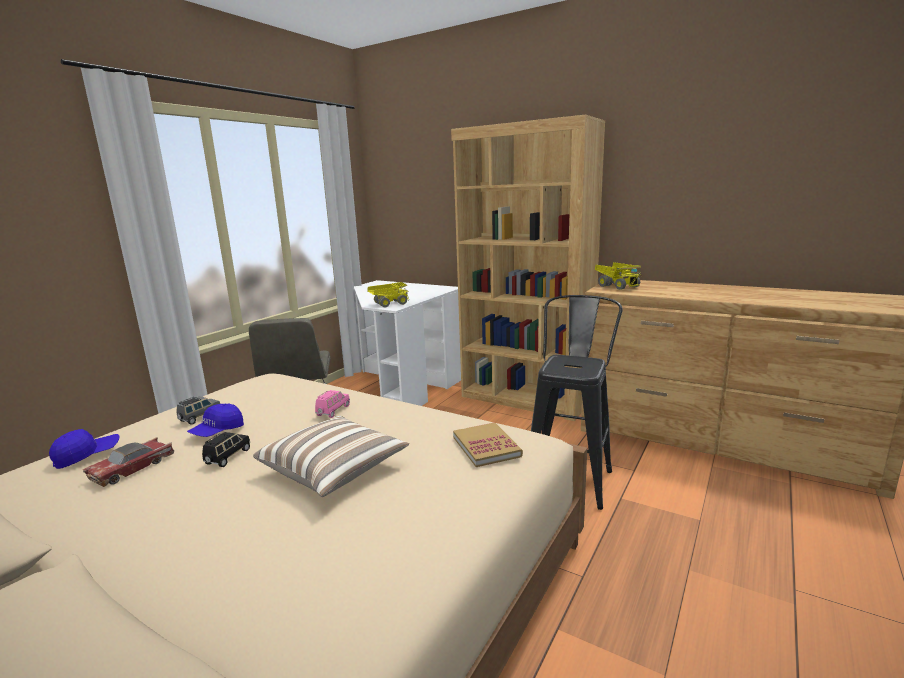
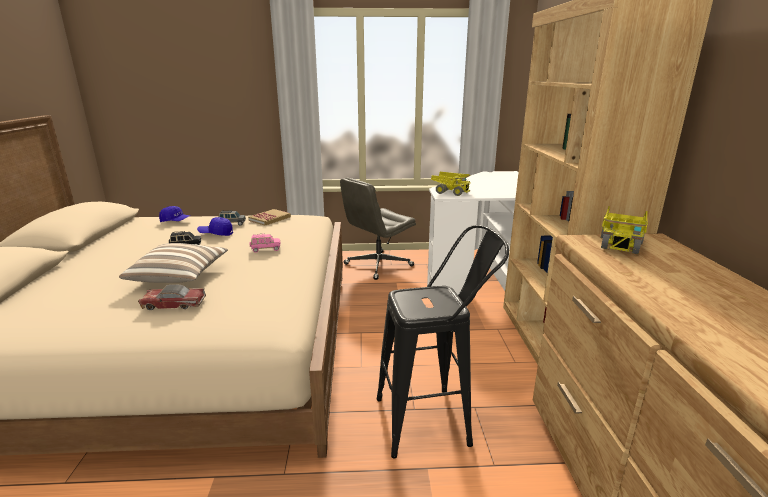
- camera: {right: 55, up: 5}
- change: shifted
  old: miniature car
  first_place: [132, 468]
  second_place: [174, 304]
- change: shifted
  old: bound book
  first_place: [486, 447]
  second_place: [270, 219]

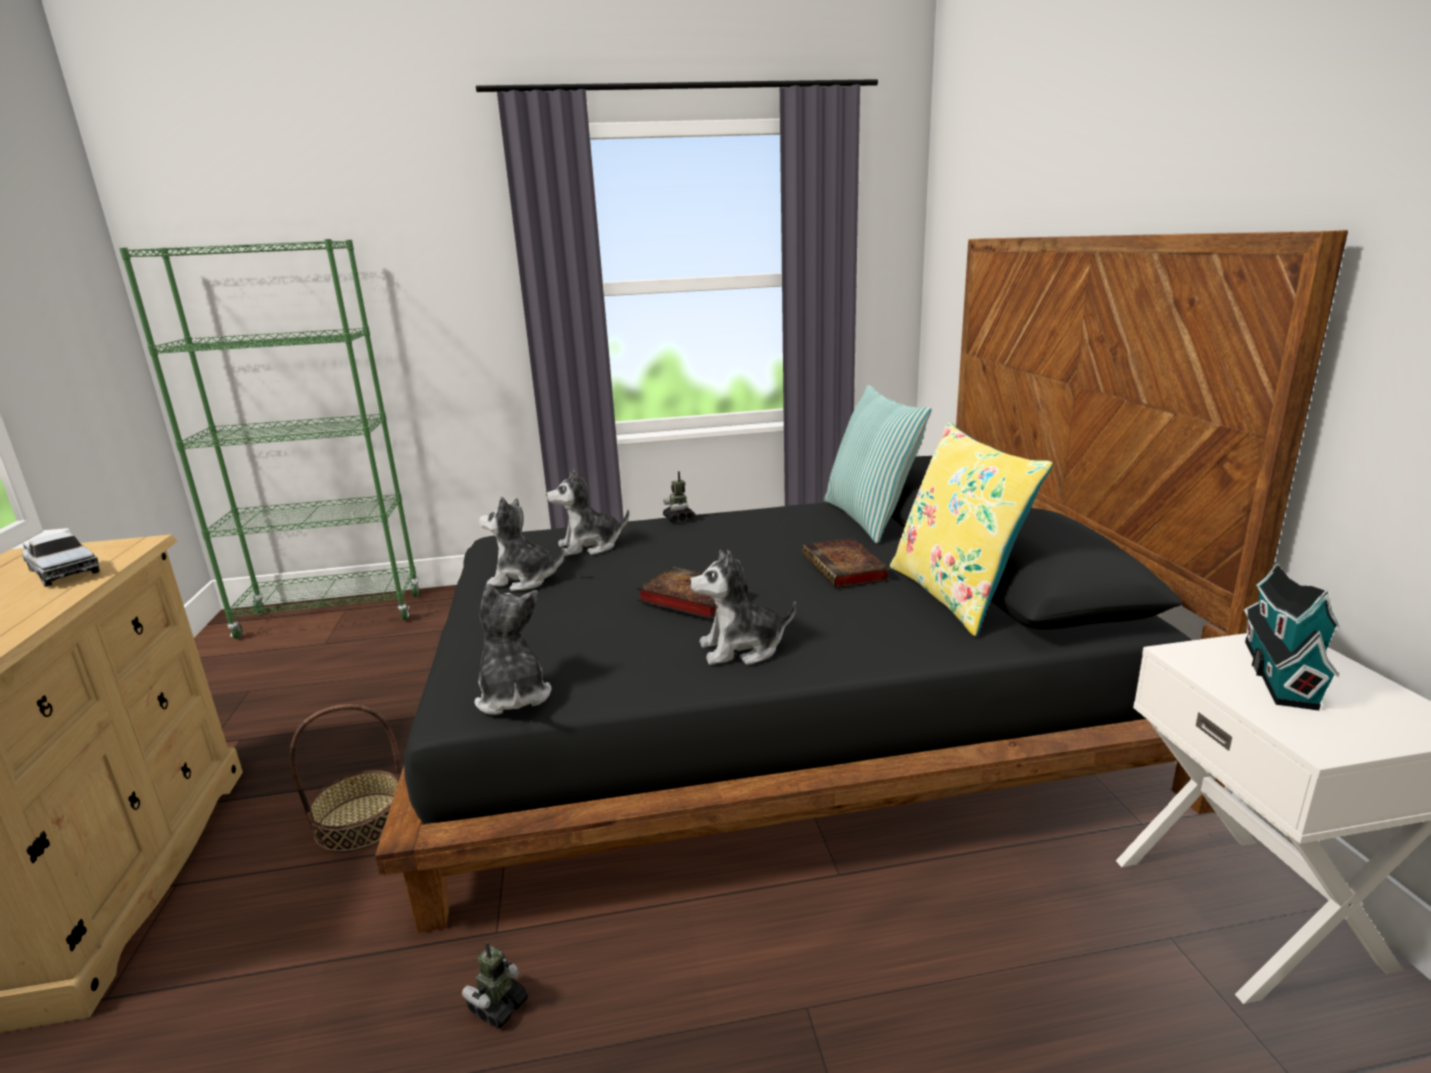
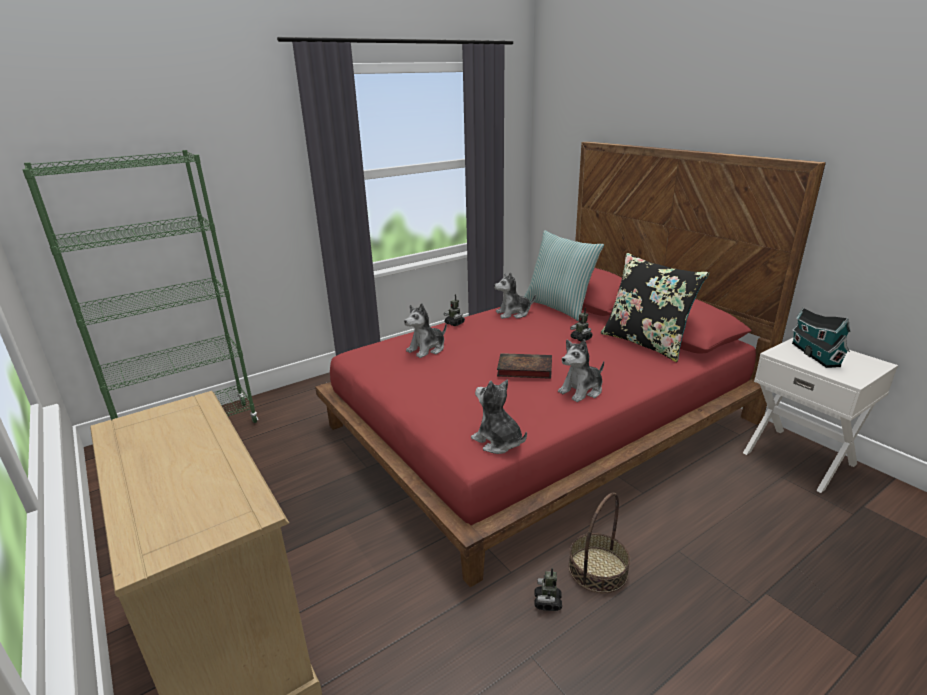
- camera: {right: -25, up: 5}
- change: gone
  old: toy lorry
  first_place: [62, 571]
- change: shifted
  old: storage basket
  first_place: [361, 822]
  second_place: [598, 569]
- change: repainted
  old: black-coloured sleeping bed
  new: red-coloured sleeping bed
  first_place: [769, 709]
  second_place: [540, 423]
- change: shifted
  old: cuddly toy
  first_place: [524, 580]
  second_place: [513, 313]
- change: swapped
  old: bound book
  new: toy robot
  first_place: [846, 569]
  second_place: [581, 338]
- change: repainted
  old: yellow cushion
  new: black-coloured cushion
  first_place: [955, 594]
  second_place: [646, 343]

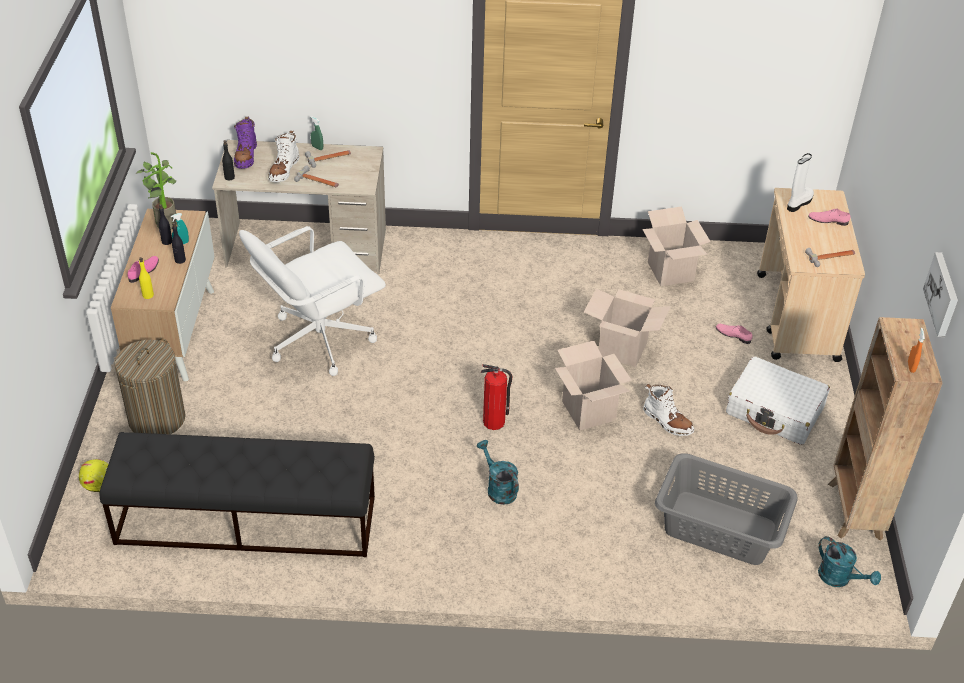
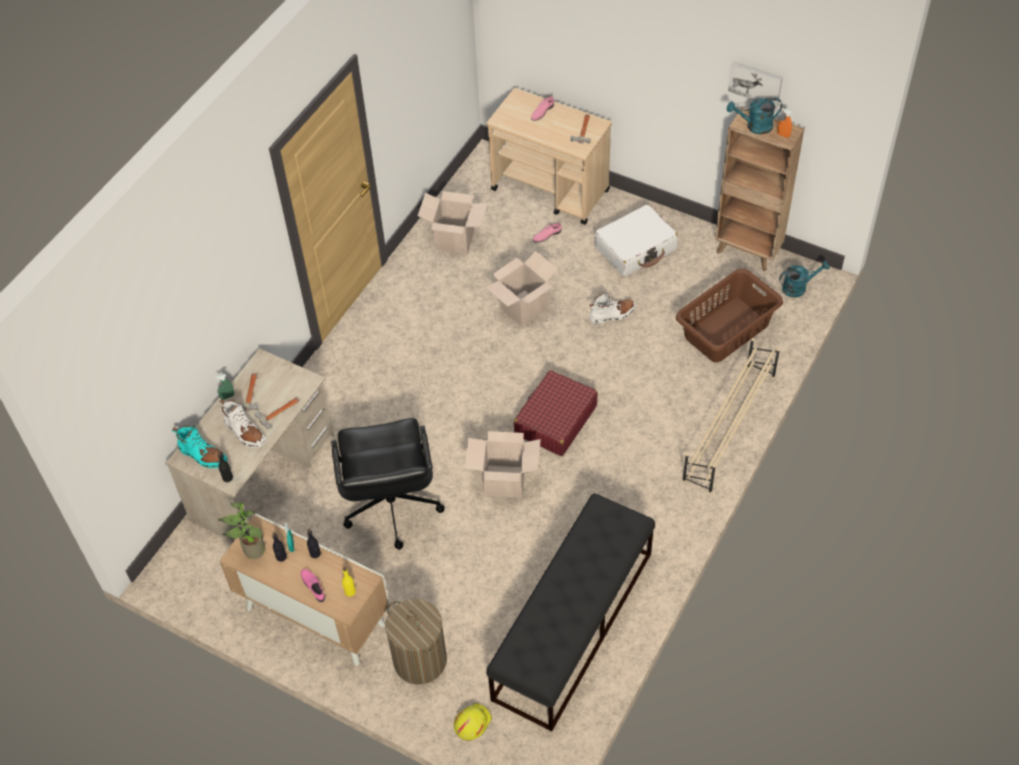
- camera: {right: -60, up: 10}
- change: repainted
  old: purple tall boot
  new: turquoise-coloured tall boot
  first_place: [246, 156]
  second_place: [203, 455]
- change: repainted
  old: white-coloured desk chair
  new: black-coloured desk chair
  first_place: [319, 340]
  second_place: [391, 507]
- change: shifted
  old: turquoise-coloured watering pot
  first_place: [498, 488]
  second_place: [754, 126]
- change: swapped
  old: fire-fighting cylinder
  new: red-coloured piece of luggage
  first_place: [494, 422]
  second_place: [555, 420]
- change: shifted
  old: packing box
  first_place: [588, 411]
  second_place: [504, 481]
- change: repainted
  old: gray washing basket
  new: brown washing basket
  first_place: [720, 529]
  second_place: [727, 330]
- change: gone
  old: white-coloured tall boot
  first_place: [799, 203]
- change: new
  new: sand-coloured shoe stand
  second_place: [728, 428]

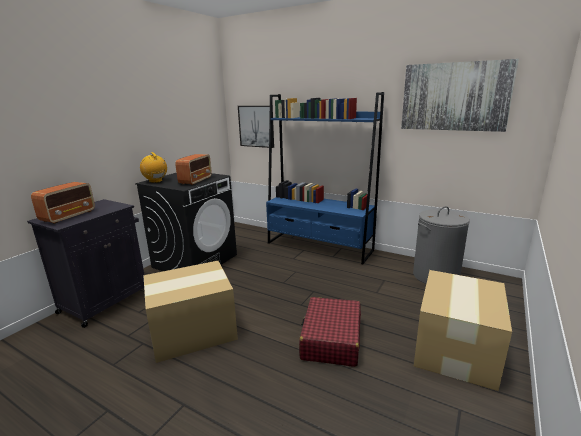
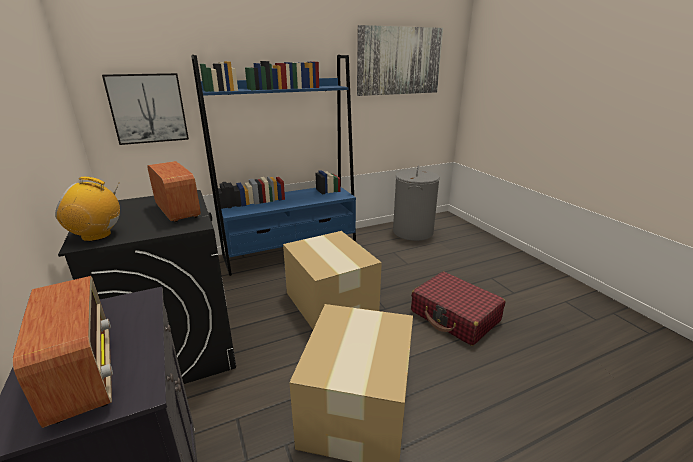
- camera: {right: -55, up: 5}
- change: shifted
  old: packing box
  first_place: [456, 348]
  second_place: [331, 302]

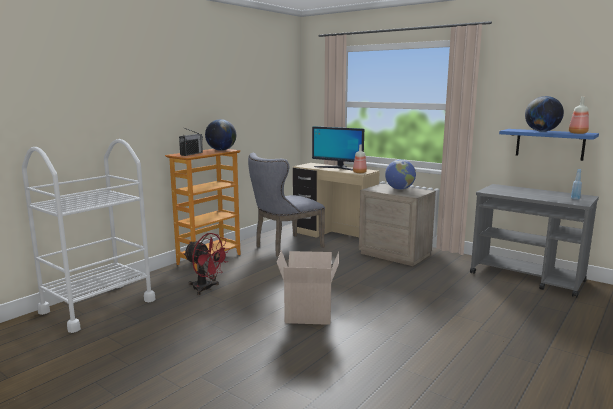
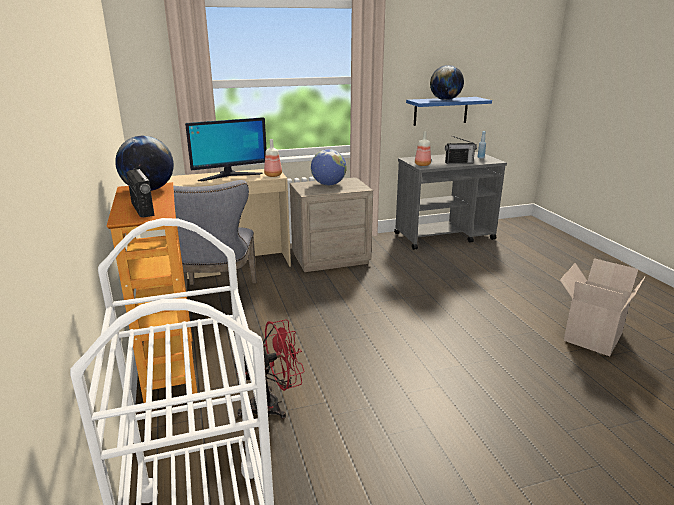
- camera: {right: -55, up: 10}
- change: shifted
  old: packing box
  first_place: [309, 314]
  second_place: [591, 336]
- change: shifted
  old: drink bottle
  first_place: [577, 133]
  second_place: [422, 165]
- change: new
  new: radio receiver
  second_place: [459, 163]

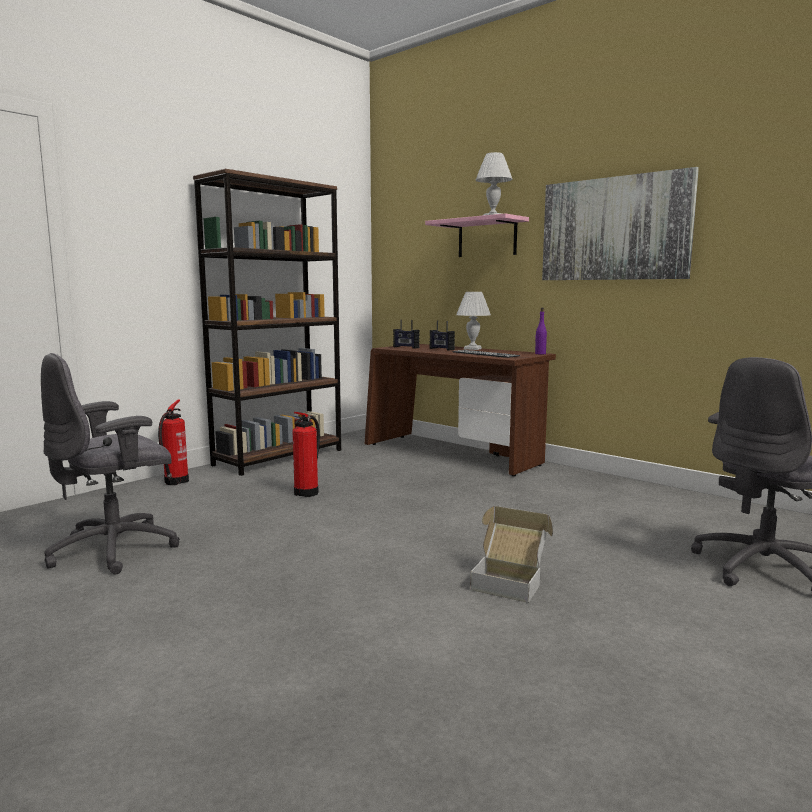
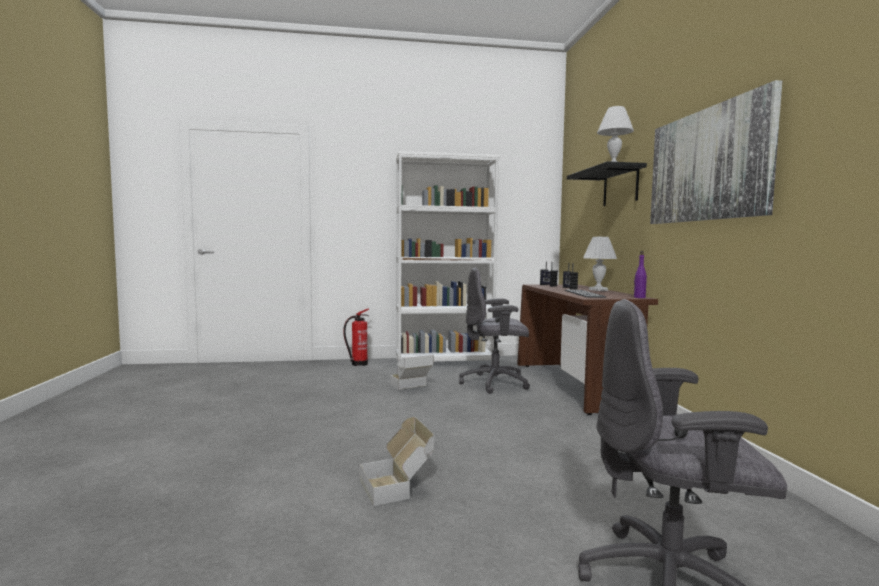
- camera: {right: 40, up: -5}
- change: shifted
  old: gray desk chair
  first_place: [116, 549]
  second_place: [495, 383]
- change: repainted
  old: brown bookshelf
  new: white-coloured bookshelf
  first_place: [279, 457]
  second_place: [444, 362]
- change: swapped
  old: fire-fighting cylinder
  new: packing box
  first_place: [308, 492]
  second_place: [411, 387]
- change: repainted
  old: pinkish shelf
  new: black-coloured shelf
  first_place: [487, 238]
  second_place: [620, 187]

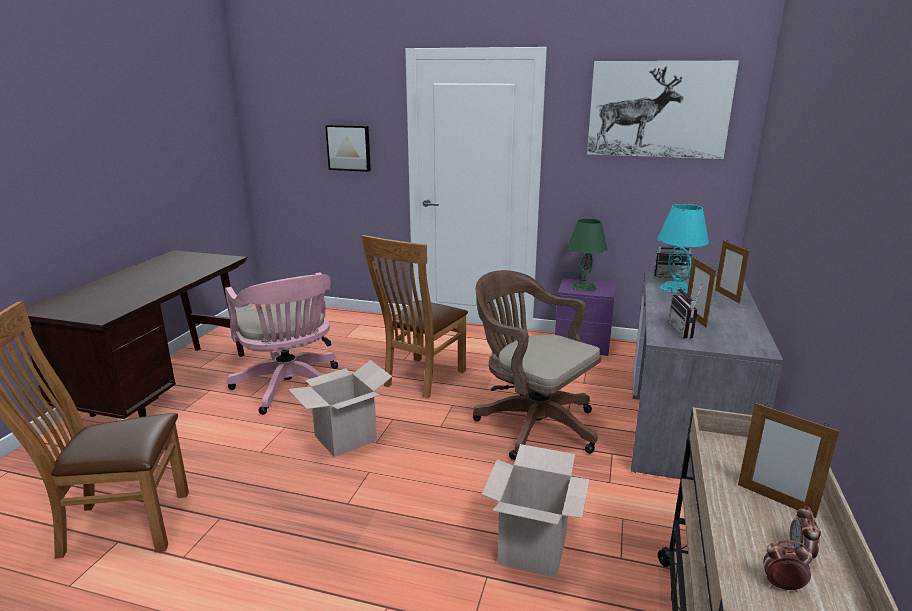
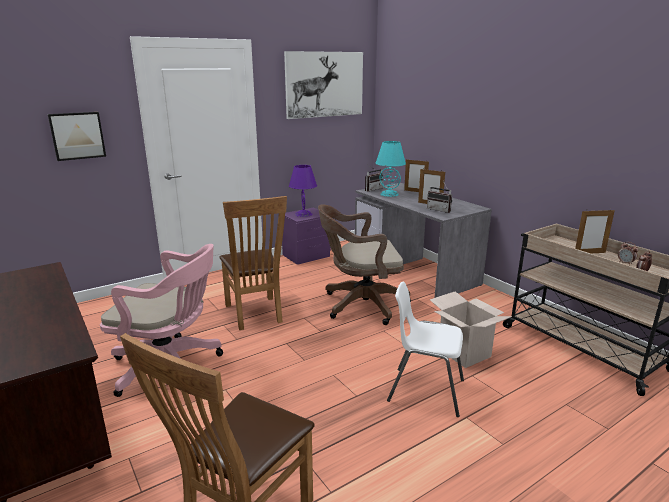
- camera: {right: -50, up: 0}
- change: gone
  old: packing box
  first_place: [345, 438]
- change: repainted
  old: green-coloured tabletop lamp
  new: purple tabletop lamp
  first_place: [583, 286]
  second_place: [303, 214]
- change: new
  new: white-coloured upright chair
  second_place: [425, 390]

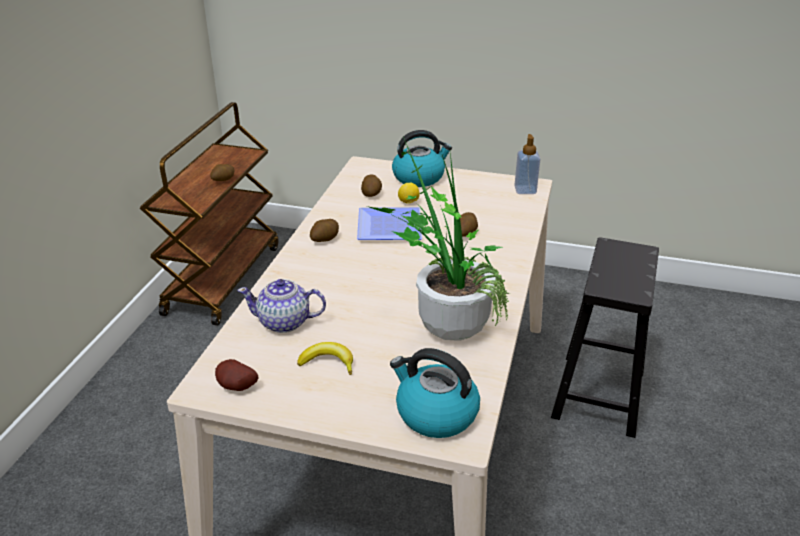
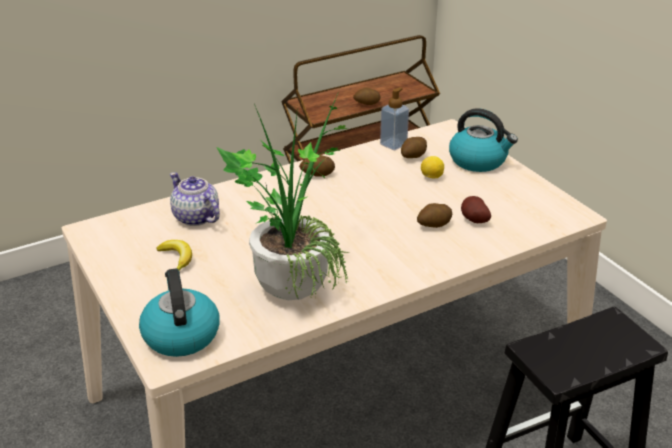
- camera: {right: 45, up: 0}
- change: shifted
  old: potato
  first_place: [236, 388]
  second_place: [473, 220]
- change: gone
  old: flat dish
  first_place: [391, 228]
- change: shifted
  old: soap dispenser
  first_place: [525, 190]
  second_place: [393, 144]

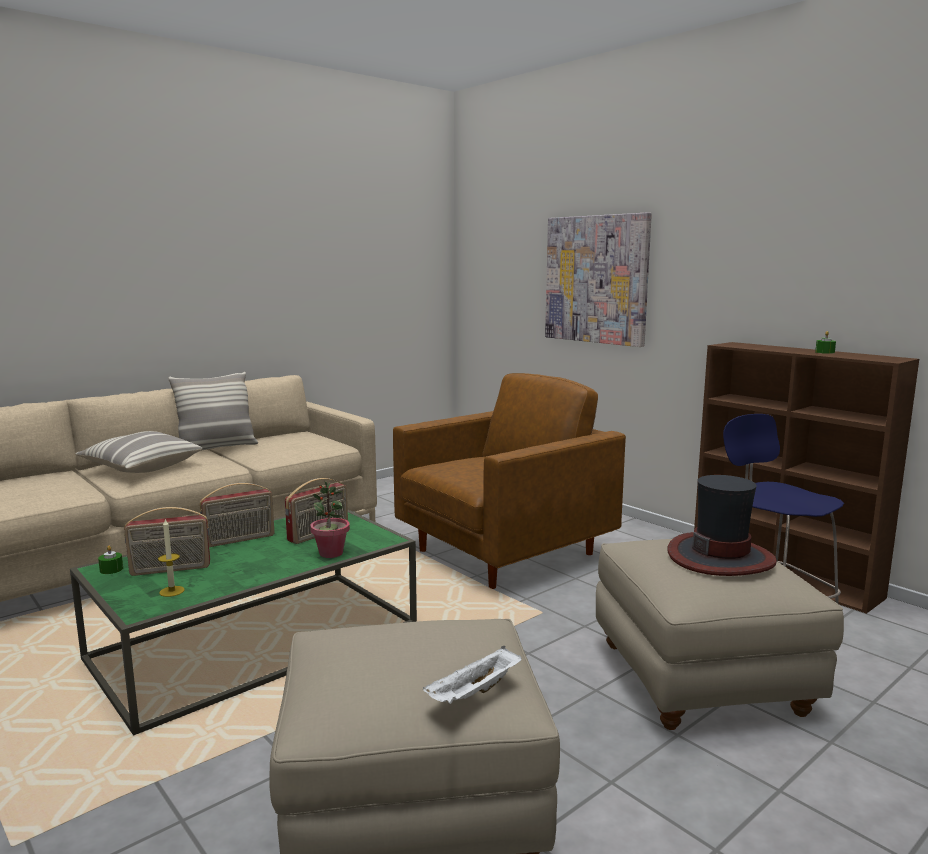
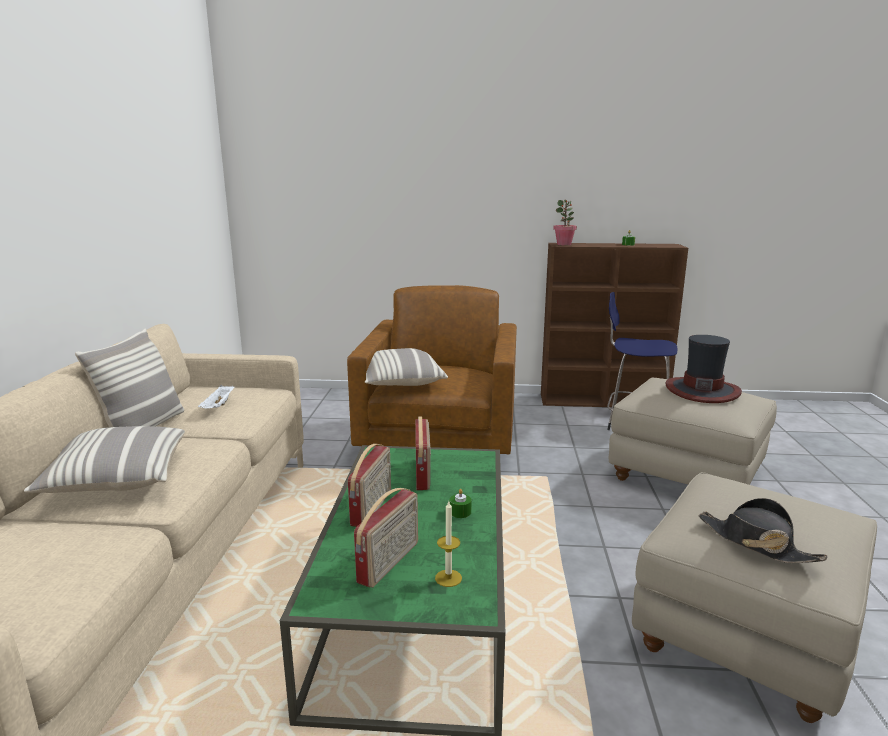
- camera: {right: -45, up: 5}
- change: shifted
  old: green-coloured wax candle
  first_place: [111, 569]
  second_place: [460, 512]
- change: shifted
  old: plant in a pot
  first_place: [331, 553]
  second_place: [564, 244]
- change: shifted
  old: white-coloured tray
  first_place: [474, 693]
  second_place: [219, 407]
- change: gone
  old: wall picture
  first_place: [596, 279]
- change: new
  new: cushion
  second_place: [399, 382]
- change: new
  new: black-coloured hat
  second_place: [756, 543]

